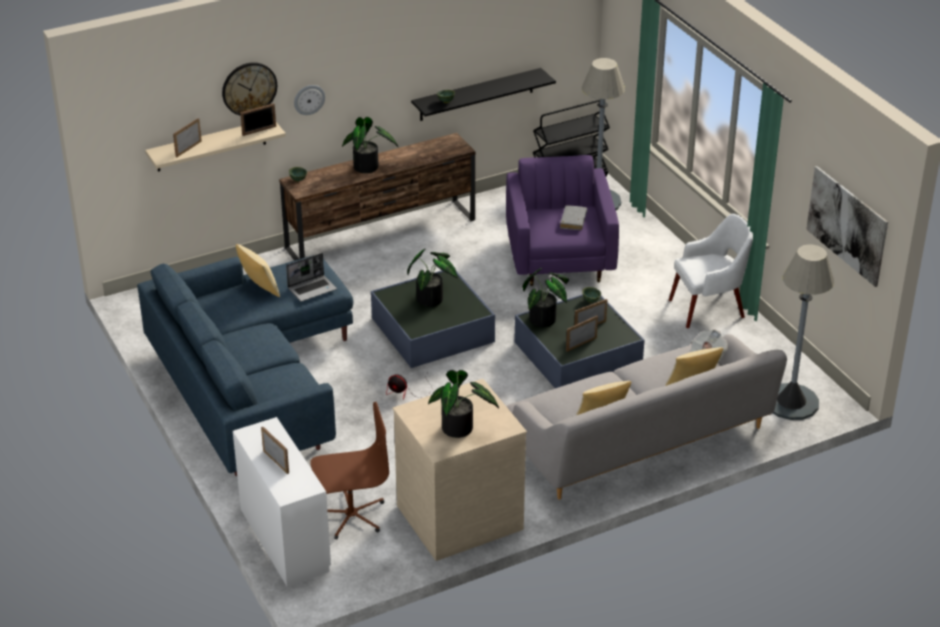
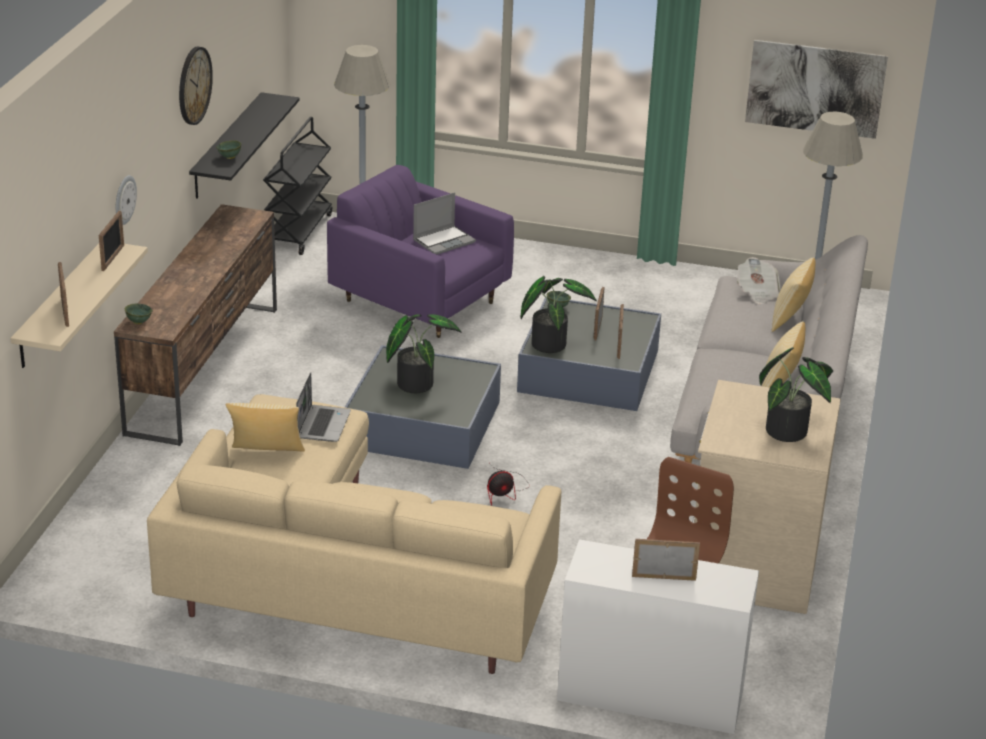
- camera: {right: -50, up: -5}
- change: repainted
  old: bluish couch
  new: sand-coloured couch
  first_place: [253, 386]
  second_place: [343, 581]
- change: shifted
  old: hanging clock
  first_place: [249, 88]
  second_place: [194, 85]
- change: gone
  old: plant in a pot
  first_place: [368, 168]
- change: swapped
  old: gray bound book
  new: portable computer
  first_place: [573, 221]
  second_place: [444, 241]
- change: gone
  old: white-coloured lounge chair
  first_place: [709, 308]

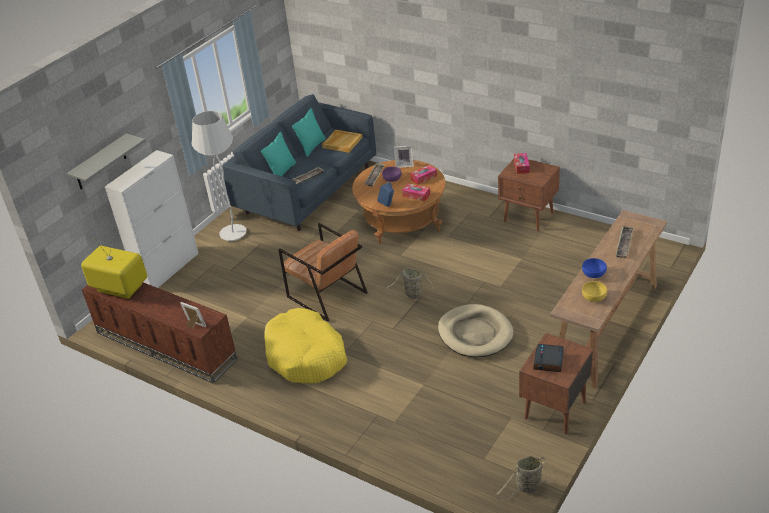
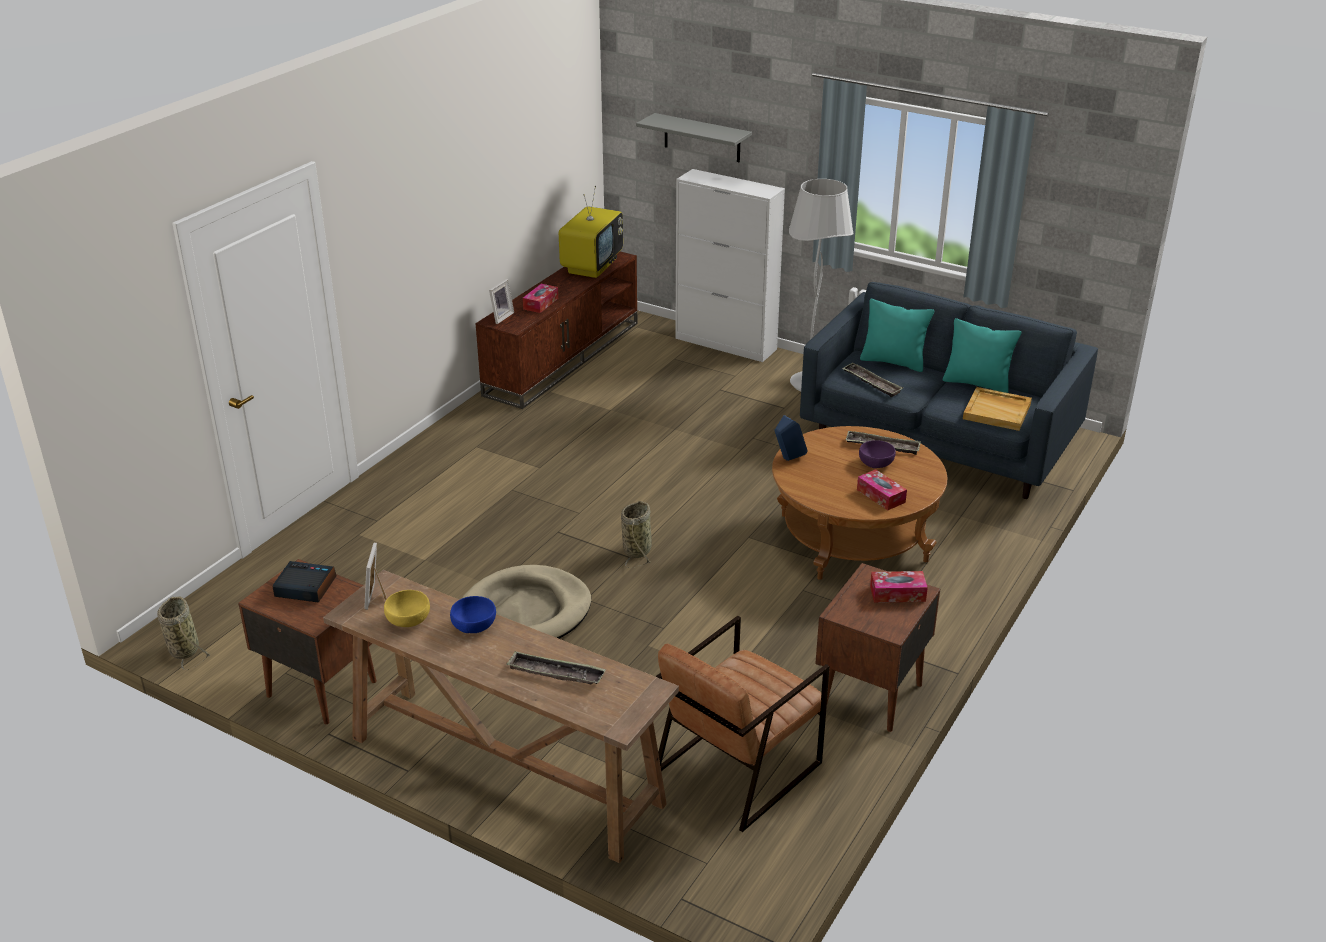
- camera: {right: 85, up: -5}
- change: gone
  old: yellow pet bed
  first_place: [306, 356]
- change: shifted
  old: brown lounge chair
  first_place: [327, 295]
  second_place: [737, 767]
- change: shifted
  old: standing frame
  first_place: [404, 165]
  second_place: [377, 596]
- change: shifted
  old: box of tissues
  first_place: [416, 195]
  second_place: [540, 303]

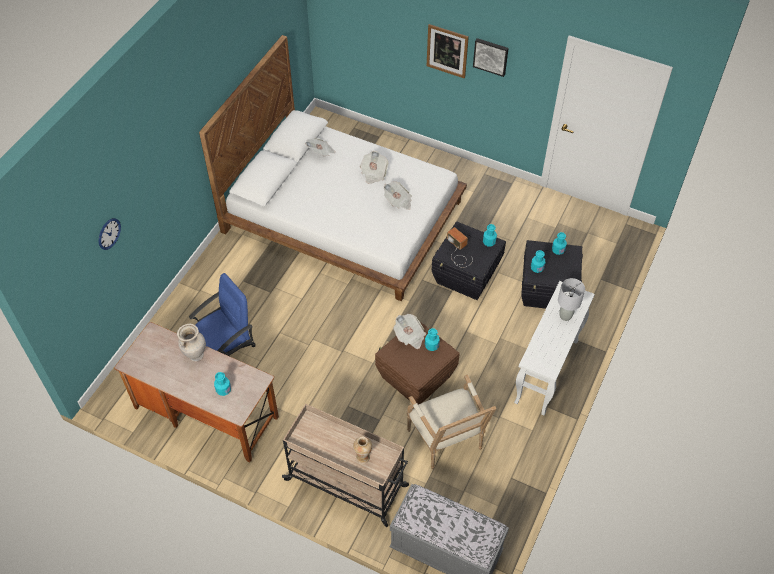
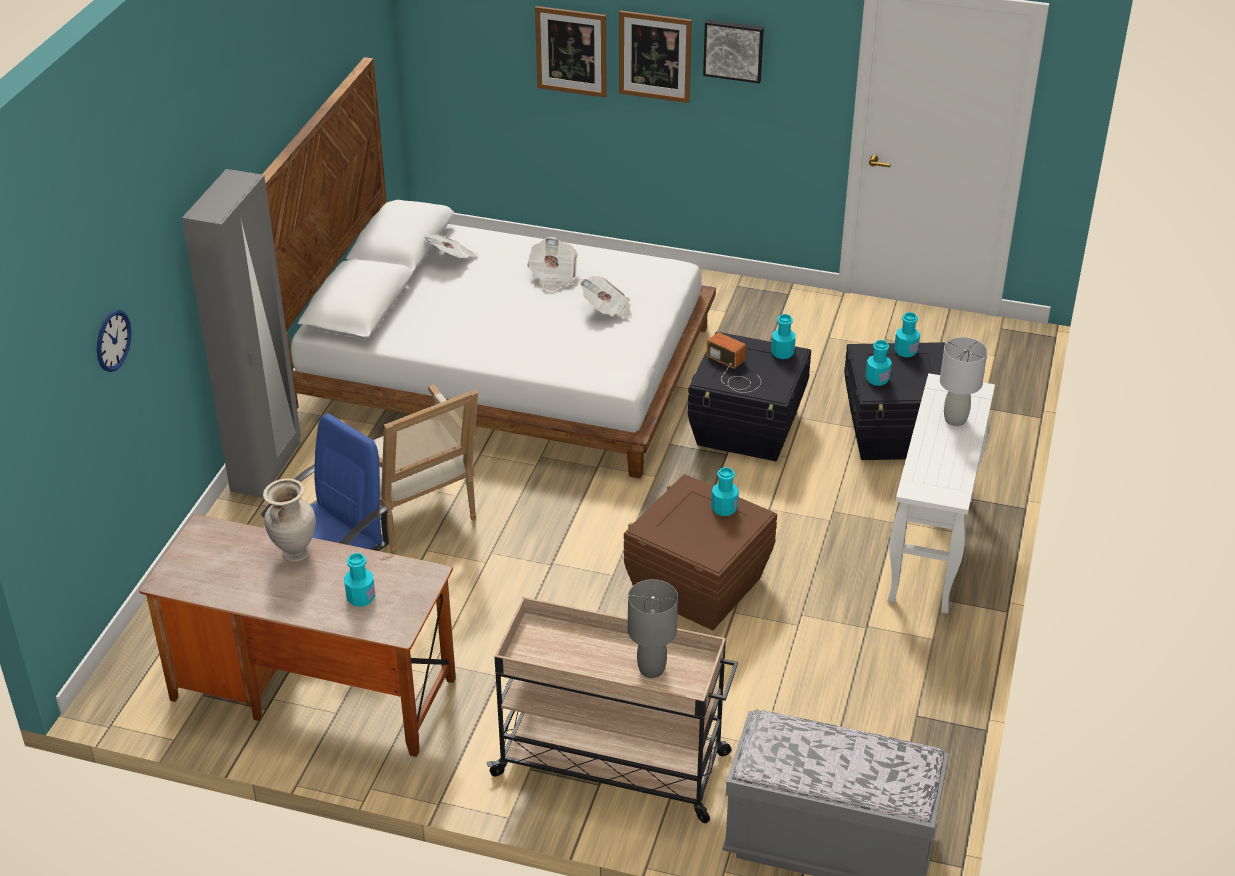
- camera: {right: -10, up: -15}
- change: swapped
  old: vase
  new: gray tabletop lamp
  first_place: [363, 457]
  second_place: [651, 670]
- change: gone
  old: newspaper
  first_place: [409, 336]
- change: shifted
  old: lounge chair
  first_place: [447, 442]
  second_place: [417, 518]
- change: new
  new: gray armoire
  second_place: [267, 467]
- change: new
  new: wall picture
  second_place: [571, 51]

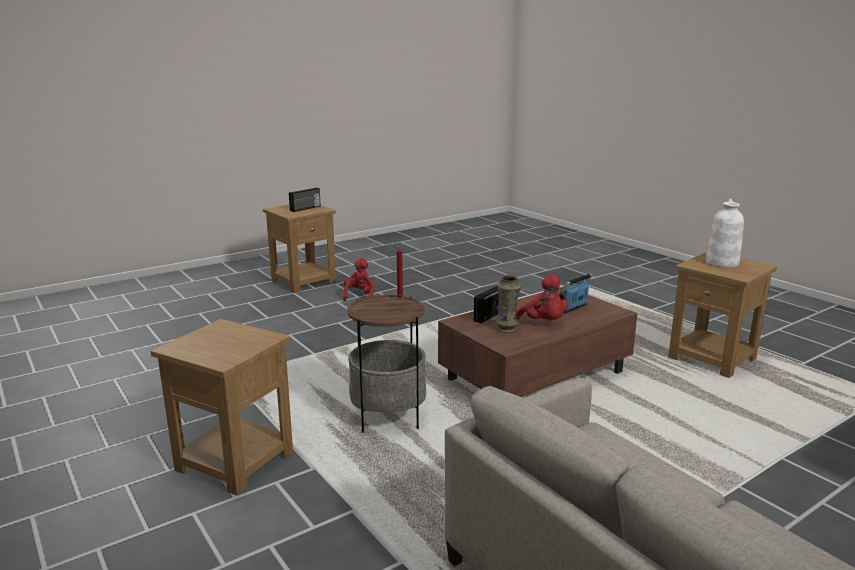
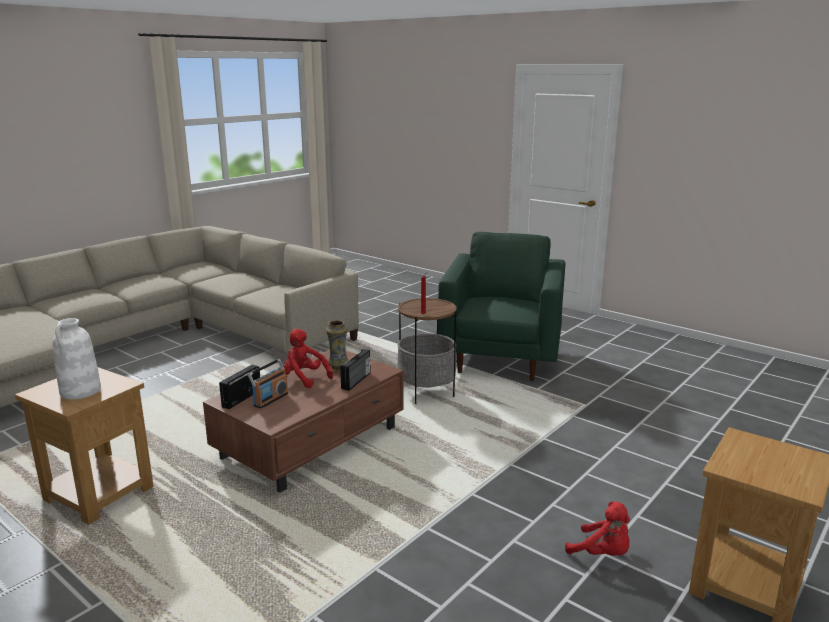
- camera: {right: 165, up: 0}
- change: swapped
  old: brown end table
  new: green-coloured lounge chair
  first_place: [233, 461]
  second_place: [501, 359]
- change: shifted
  old: radio receiver
  first_place: [305, 208]
  second_place: [241, 398]
- change: rotated
  old: red-coloured cuddly toy
  first_place: [359, 296]
  second_place: [602, 554]
  degrees: -45

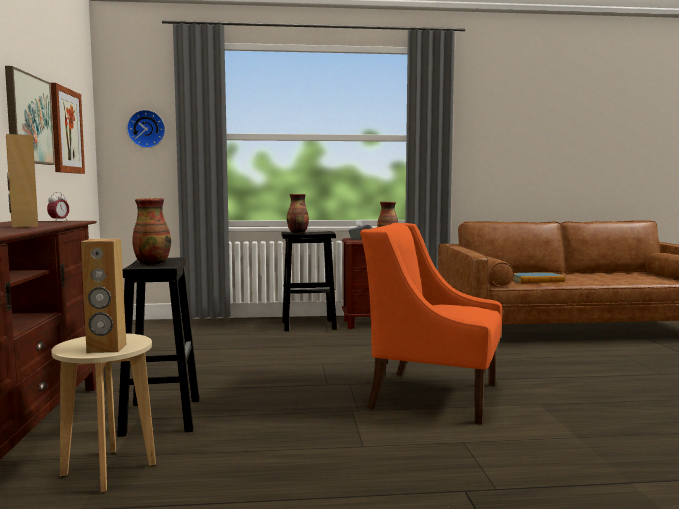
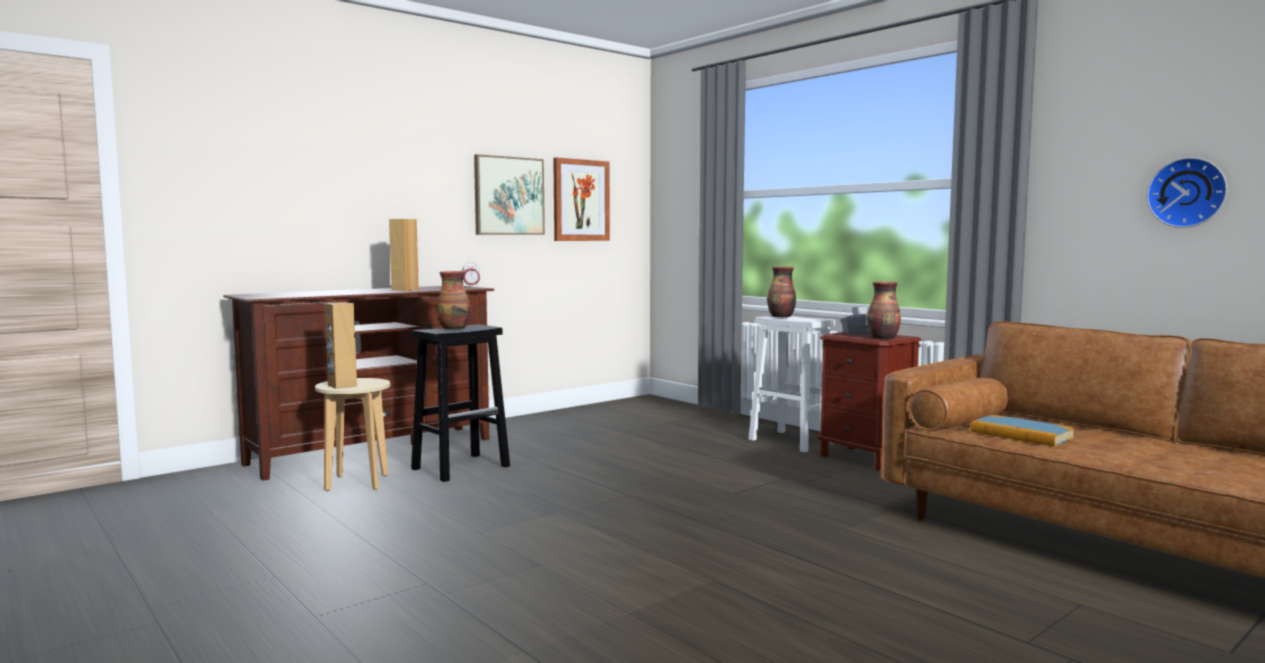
- camera: {right: 55, up: 0}
- change: shifted
  old: hanging clock
  first_place: [146, 129]
  second_place: [1187, 193]
- change: repainted
  old: black-coloured stool seat
  new: white-coloured stool seat
  first_place: [309, 325]
  second_place: [793, 441]
- change: gone
  old: orangey lounge chair
  first_place: [432, 395]

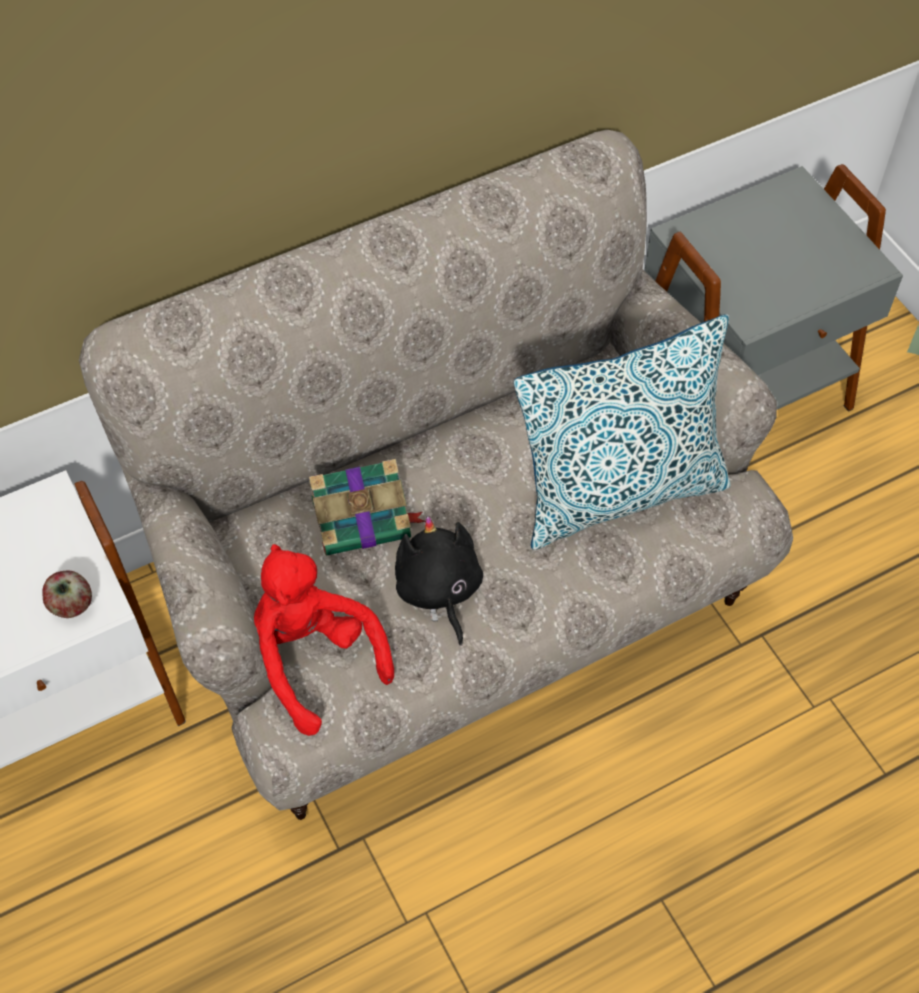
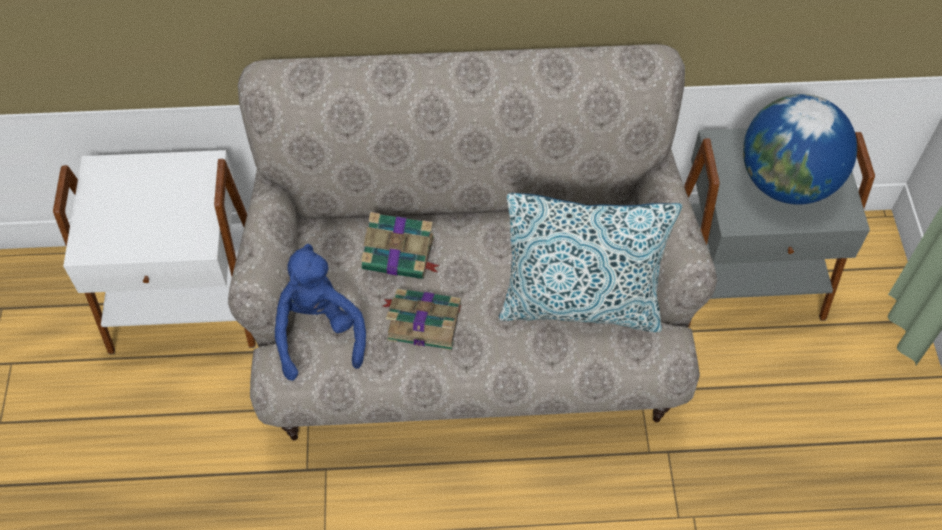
- camera: {right: 25, up: 0}
- change: gone
  old: apple
  first_place: [71, 605]
- change: repainted
  old: red-coloured cuddly toy
  new: bluish cuddly toy
  first_place: [309, 659]
  second_place: [316, 331]
- change: swapped
  old: black-coloured cuddly toy
  new: bound book
  first_place: [439, 590]
  second_place: [422, 321]
- change: new
  new: globe
  second_place: [786, 182]

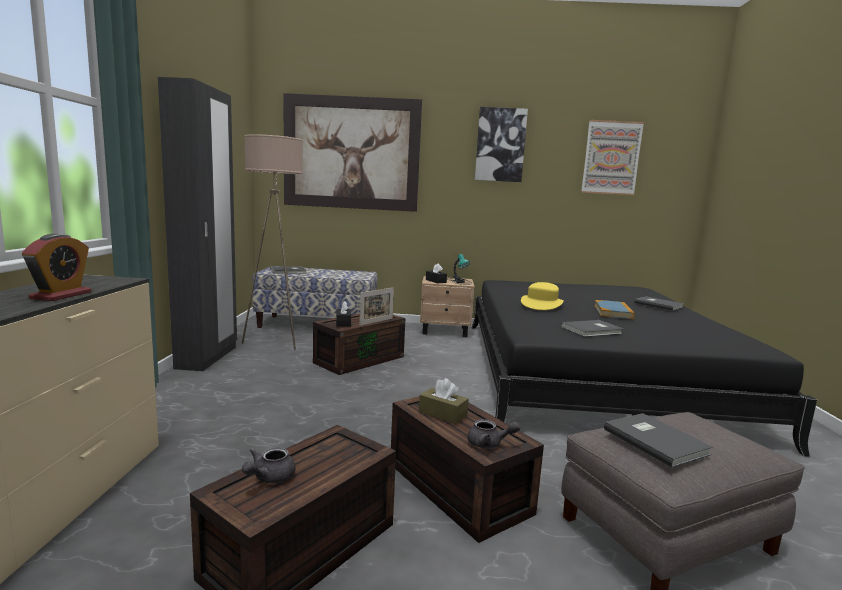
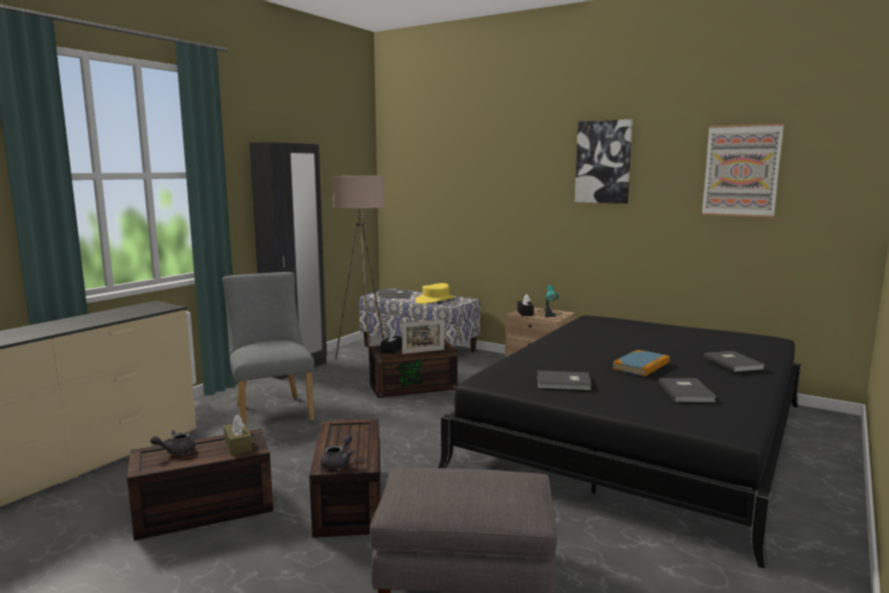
- camera: {right: 30, up: 0}
- change: gone
  old: alarm clock
  first_place: [61, 295]
- change: gone
  old: wall picture
  first_place: [351, 153]
- change: shifted
  old: brown box of tissues
  first_place: [442, 414]
  second_place: [238, 446]
- change: rotated
  old: gray teapot
  first_place: [489, 444]
  second_place: [338, 462]
  degrees: -105
- change: shifted
  old: yellow hat
  first_place: [541, 304]
  second_place: [435, 300]
- change: shifted
  old: gray bound book
  first_place: [655, 440]
  second_place: [687, 392]
- change: new
  new: gray upright chair
  second_place: [272, 411]

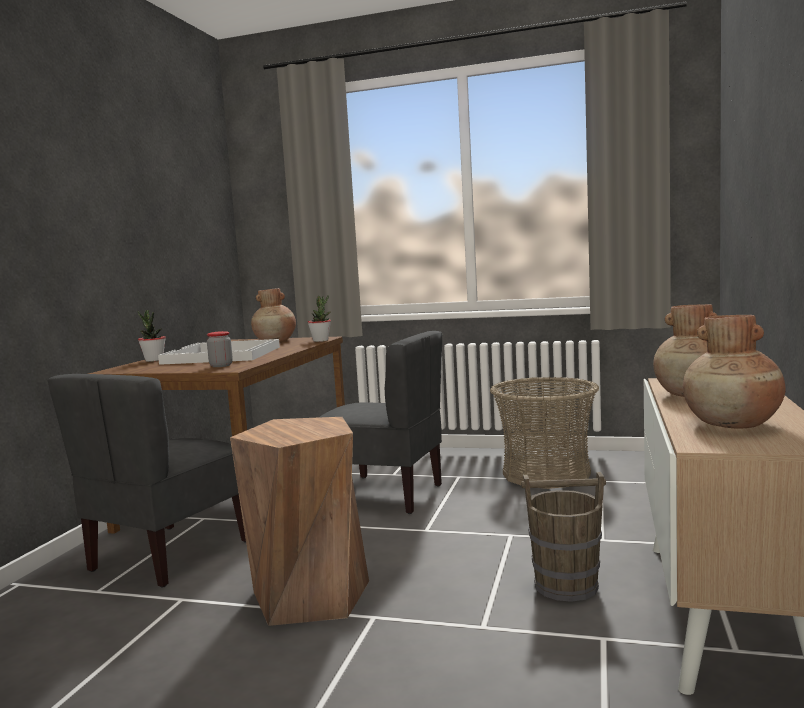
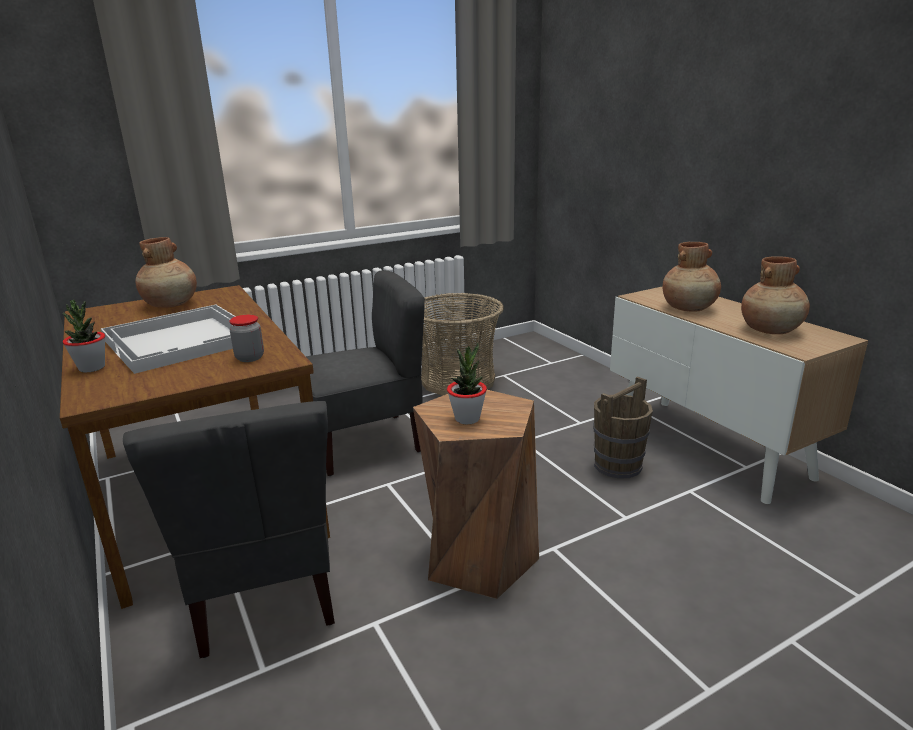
- camera: {right: -45, up: 15}
- change: shifted
  old: plant in a pot
  first_place: [321, 340]
  second_place: [467, 418]

